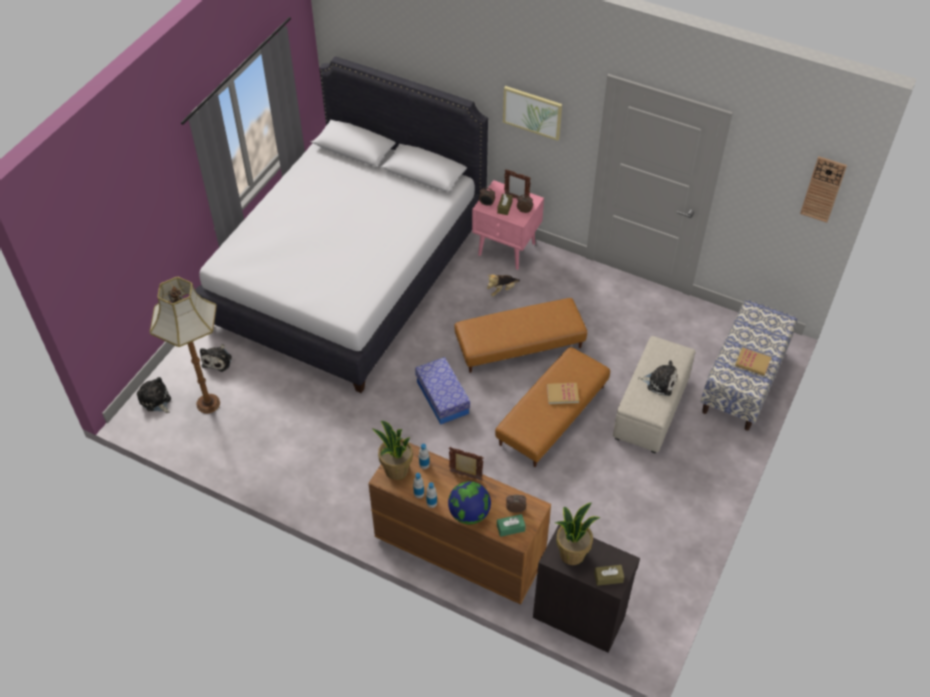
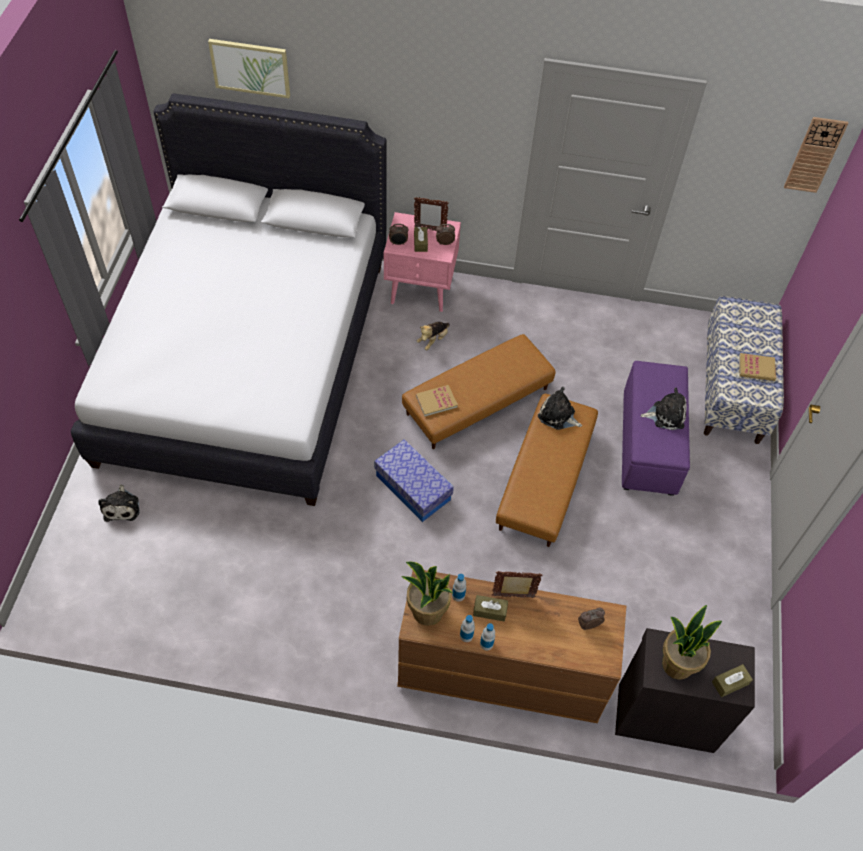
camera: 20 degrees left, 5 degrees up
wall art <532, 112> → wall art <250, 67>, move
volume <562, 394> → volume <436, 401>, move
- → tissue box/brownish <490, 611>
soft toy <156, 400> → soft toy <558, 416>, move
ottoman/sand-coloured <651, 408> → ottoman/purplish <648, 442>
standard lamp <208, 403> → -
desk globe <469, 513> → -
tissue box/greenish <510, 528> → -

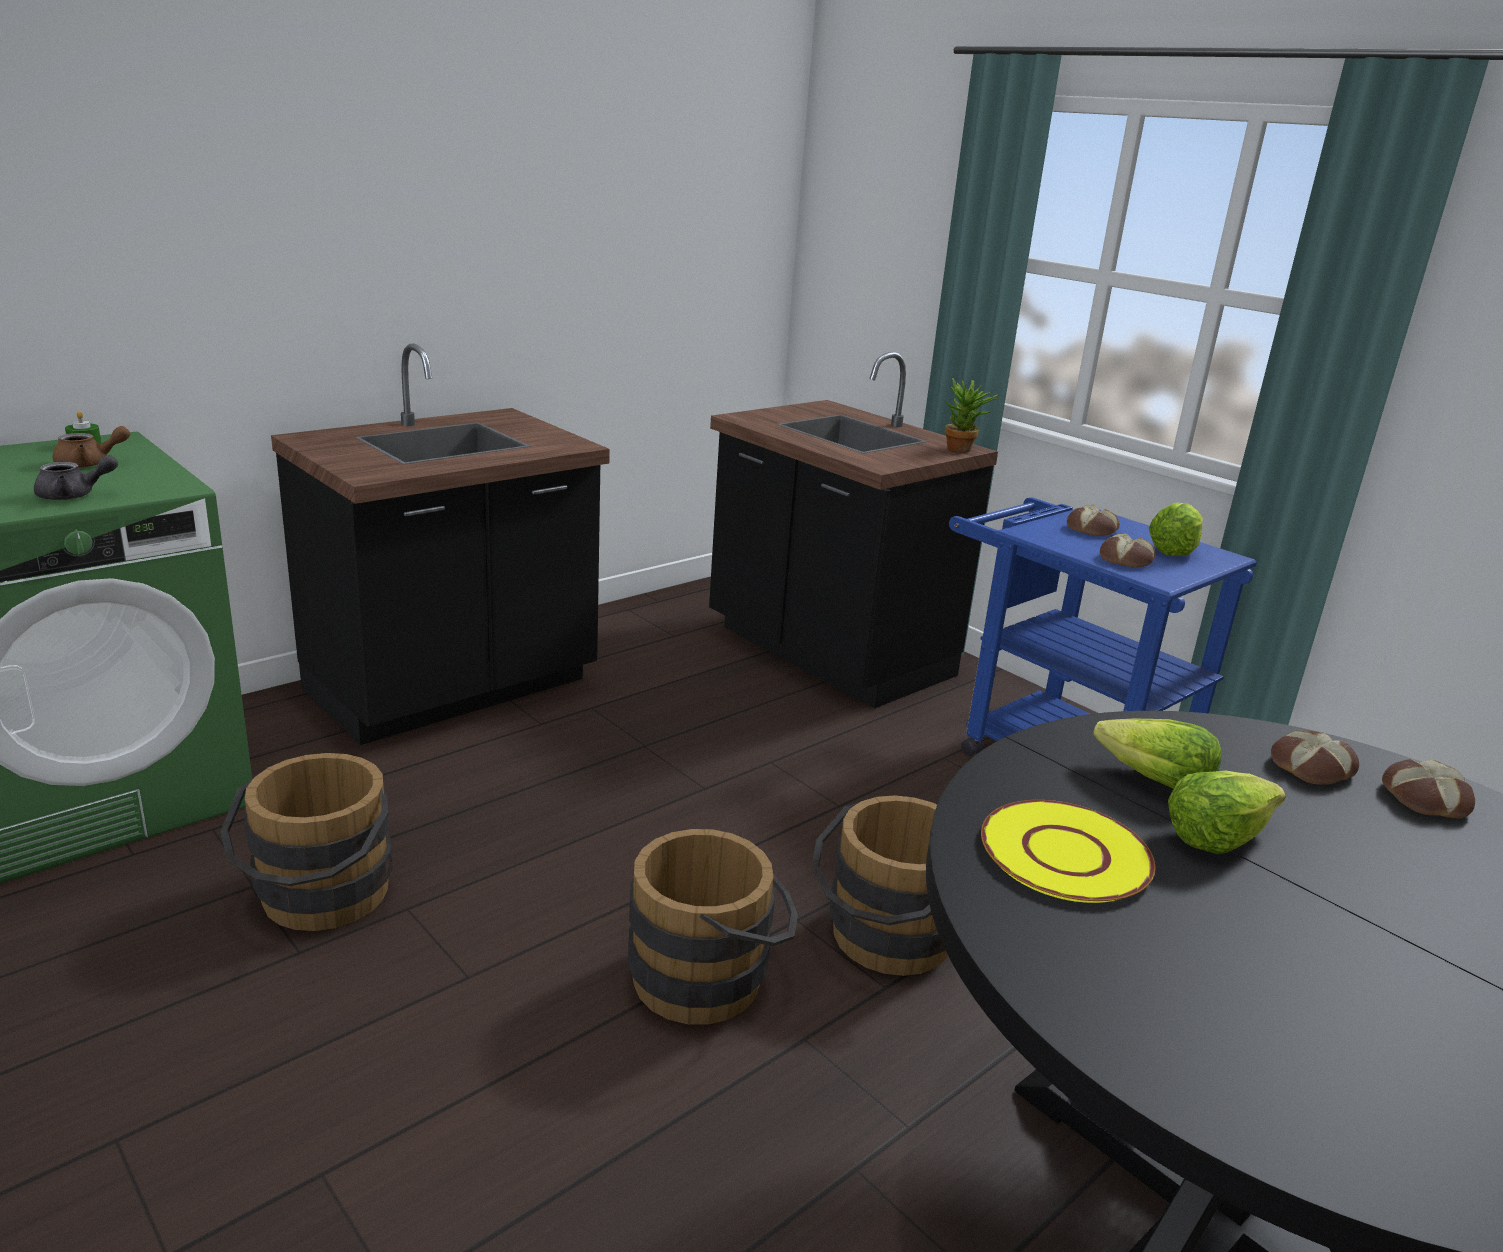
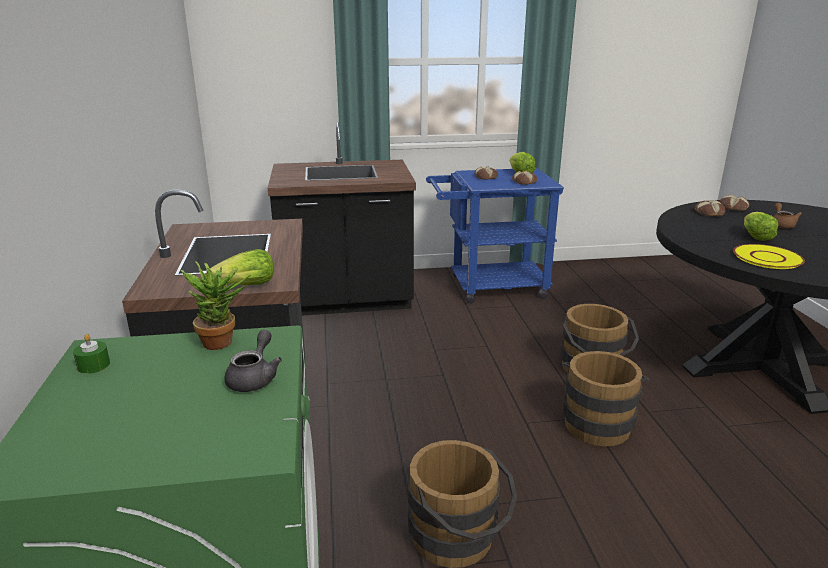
camera: 55 degrees left, 0 degrees up
plant in a pot <963, 450> → plant in a pot <224, 342>, move
lettuce <1153, 780> → lettuce <246, 286>, move
pot for tea/brownish <90, 464> → pot for tea/brownish <781, 224>, move

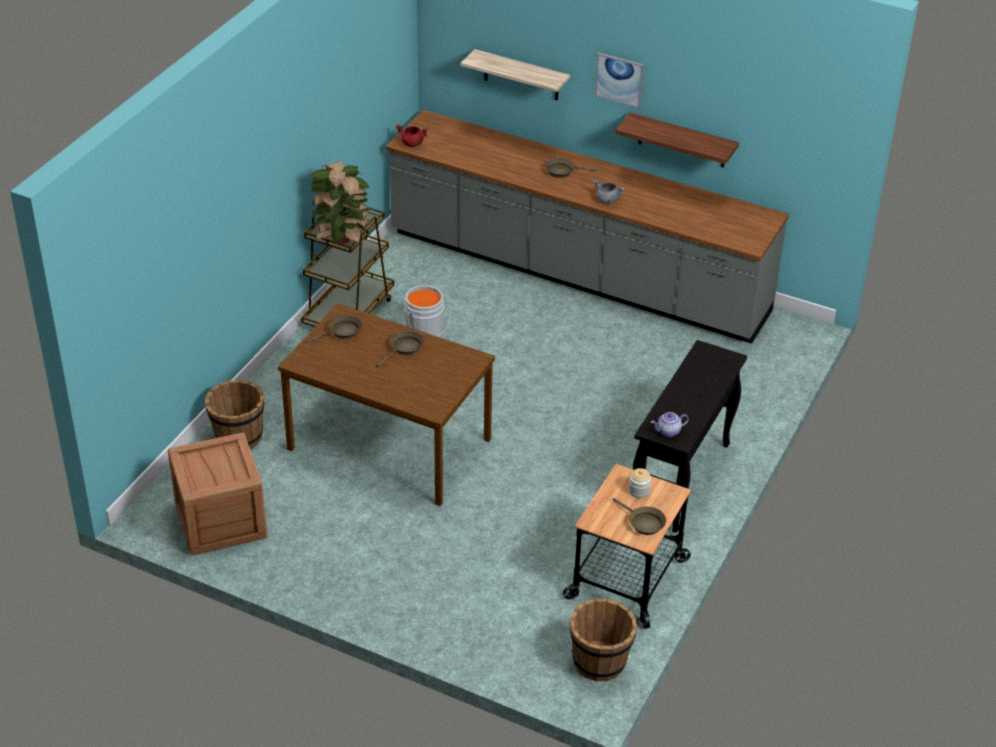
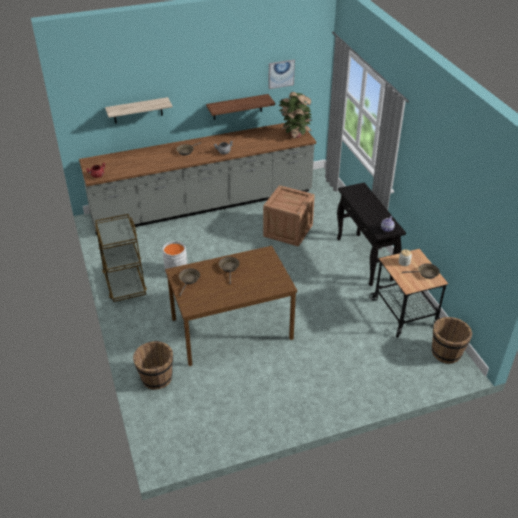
camera: 45 degrees left, 0 degrees up
shipping crate <221, 521> → shipping crate <288, 230>, move
wall art <619, 79> → wall art <281, 74>, move
plant in a pot <342, 237> → plant in a pot <294, 135>, move

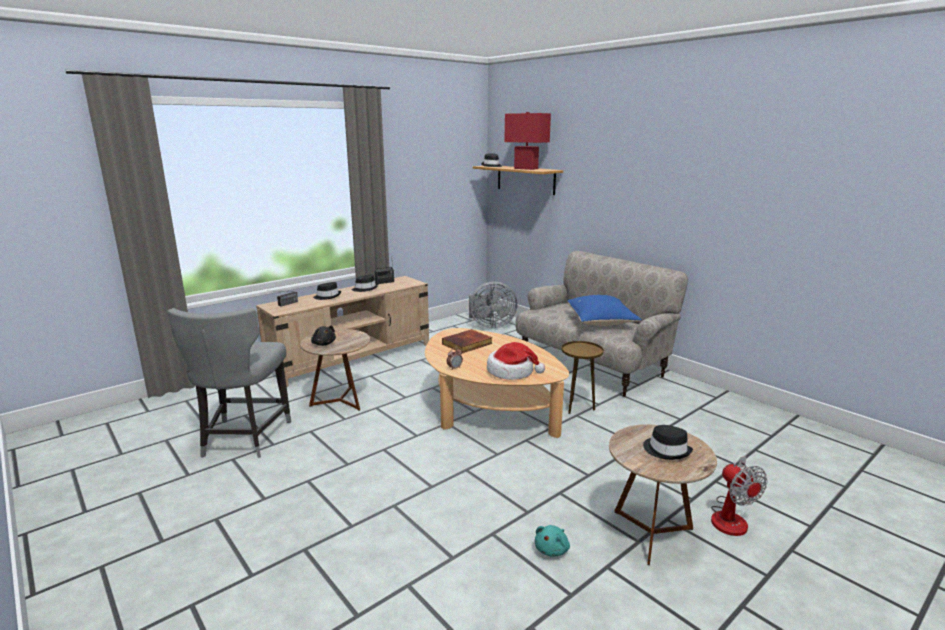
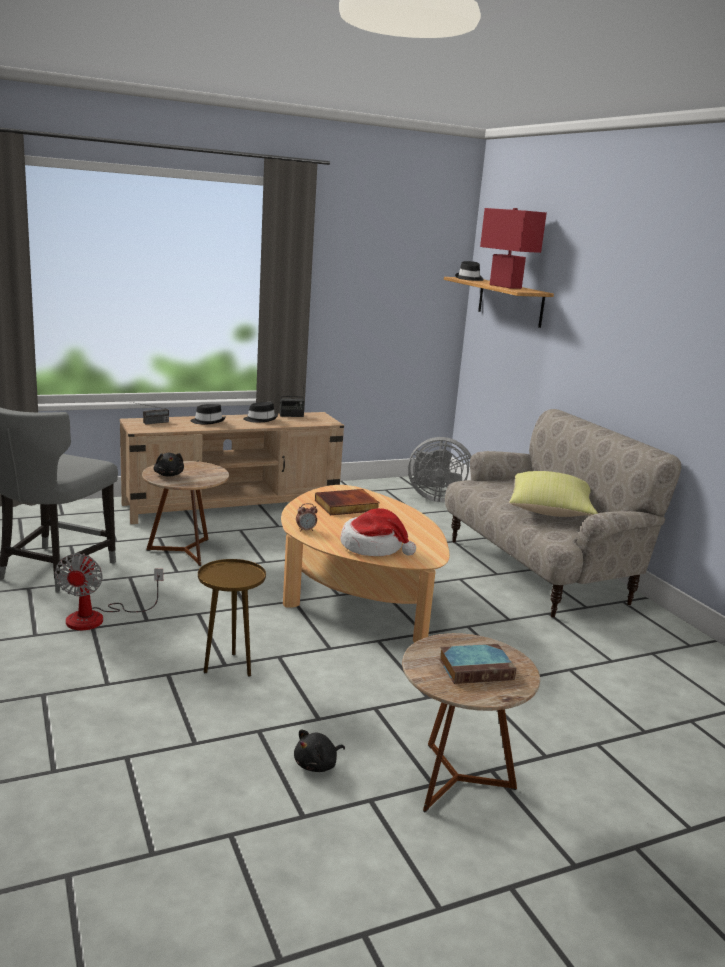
camera: 15 degrees right, 0 degrees up
cooling fan <731, 516> → cooling fan <98, 618>, move
side table/brownish <578, 408> → side table/brownish <229, 667>, move
soft toy/turquoise <552, 549> → soft toy/black <317, 765>
wearable hat/black <667, 450> → volume <477, 669>
cushion/blue <601, 323> → cushion/yellowish <551, 512>

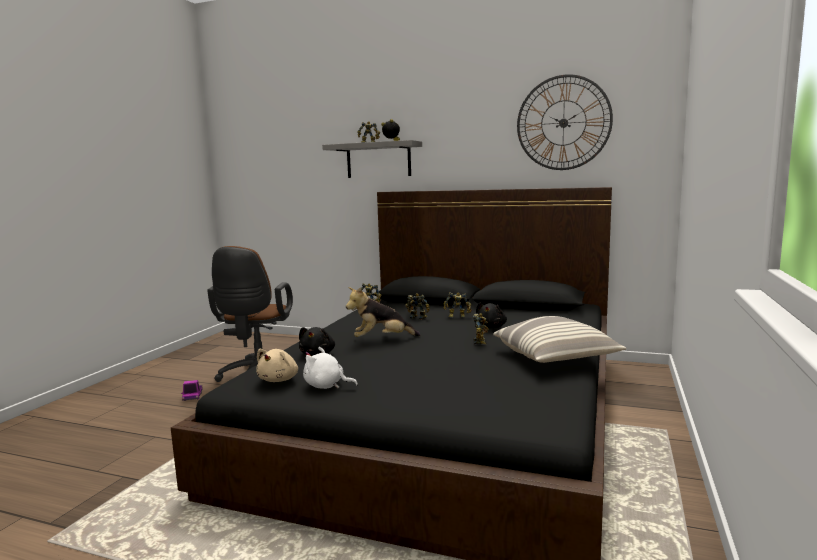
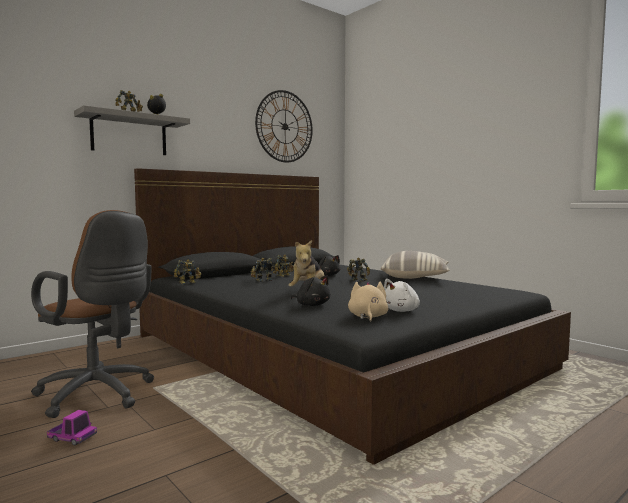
camera: 60 degrees left, 5 degrees down
soft toy/sand-coloured <279, 379> → soft toy/sand-coloured <367, 317>, 135 degrees counterclockwise

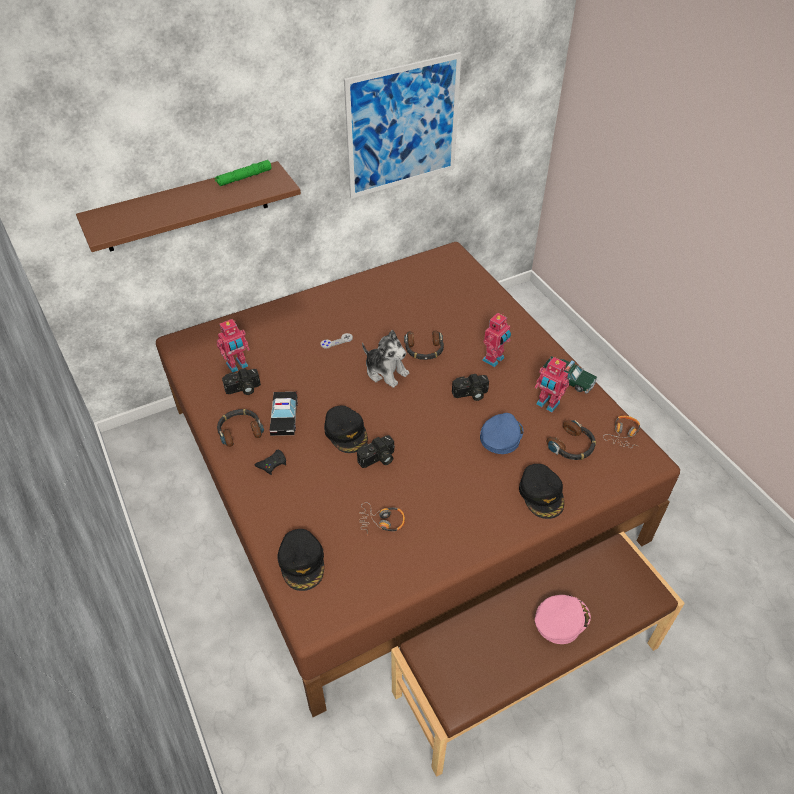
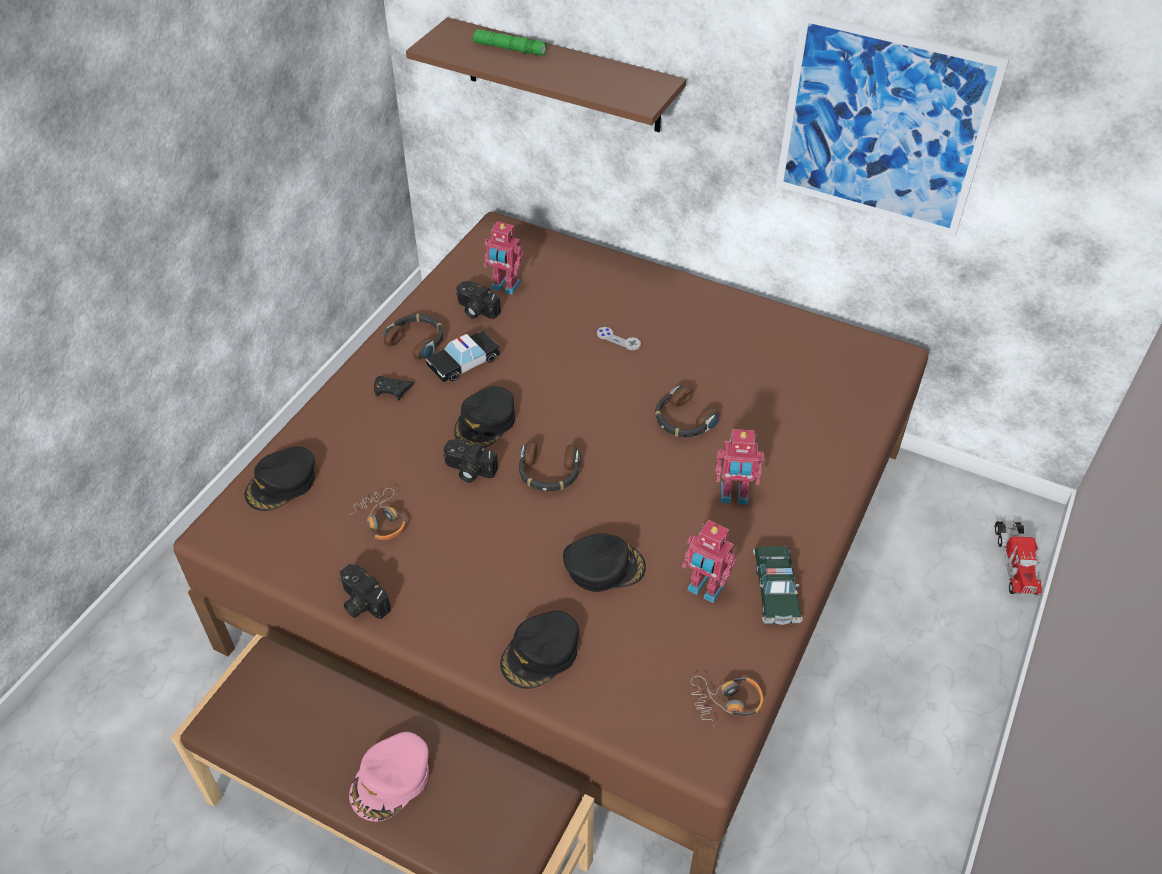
camera: 55 degrees right, 0 degrees up
still camera <470, 394> → still camera <361, 602>, move
cap/pink-coloured <561, 619> → cap/pink-coloured <391, 780>, 105 degrees clockwise
flashlight/greenish <244, 178> → flashlight/greenish <509, 49>, move
headset <572, 446> → headset <548, 473>, move
cap/blue <501, 436> → cap/black <604, 566>
toy robot <547, 404> → toy robot <704, 589>, 60 degrees counterclockwise
- → toy truck <1014, 562>
soft toy <386, 372> → -

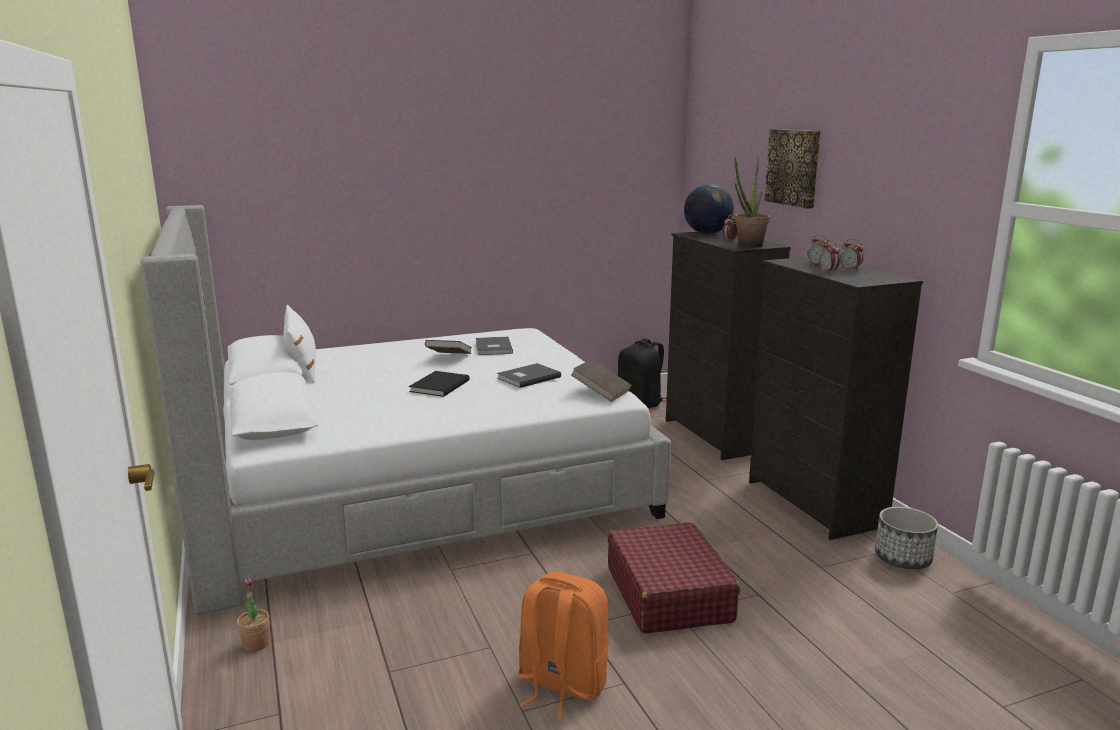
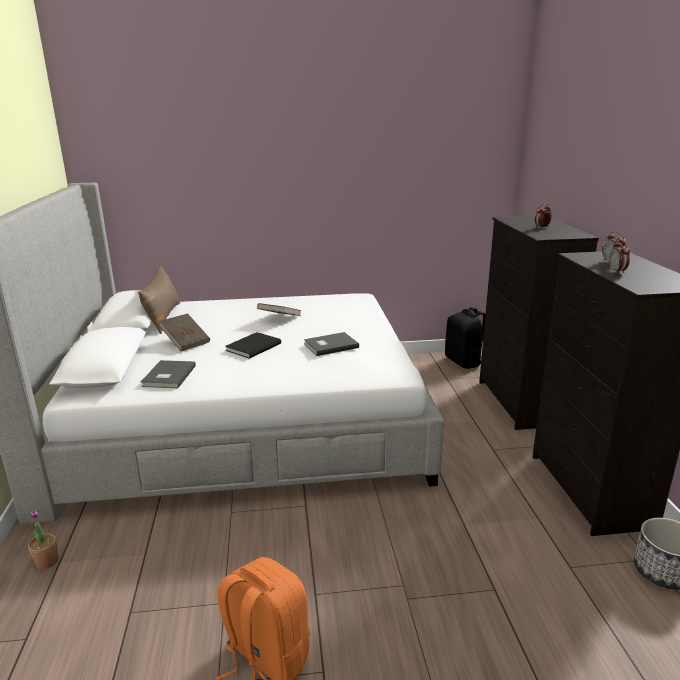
camera: 15 degrees right, 5 degrees up
cushion/white <302, 366> → cushion/brownish <163, 317>
volume/greyish <492, 348> → volume/greyish <167, 376>, move
volume/brownish <601, 392> → volume/brownish <186, 342>, move
travel case/red-coloured <668, 594> → -
desk globe <707, 233> → -
plant in a pot <747, 246> → -
wall art <793, 167> → -
table clock <850, 269> → -

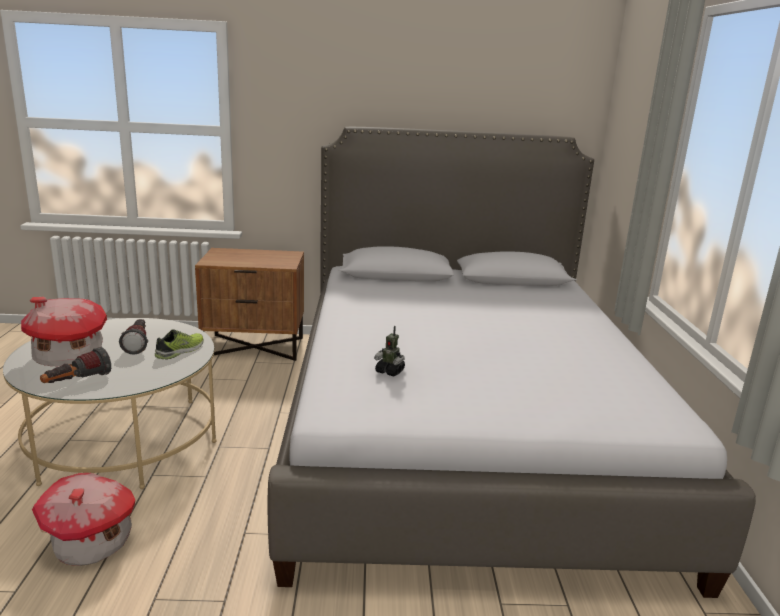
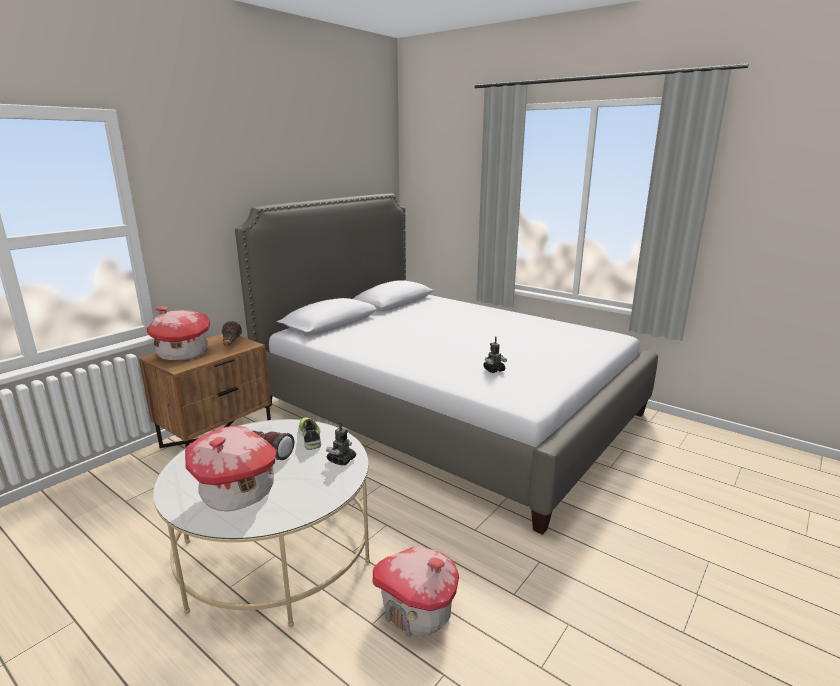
camera: 50 degrees left, 0 degrees up
- → miniature house <182, 354>
flashlight <77, 382> → flashlight <230, 345>, move
- → toy robot <341, 460>

